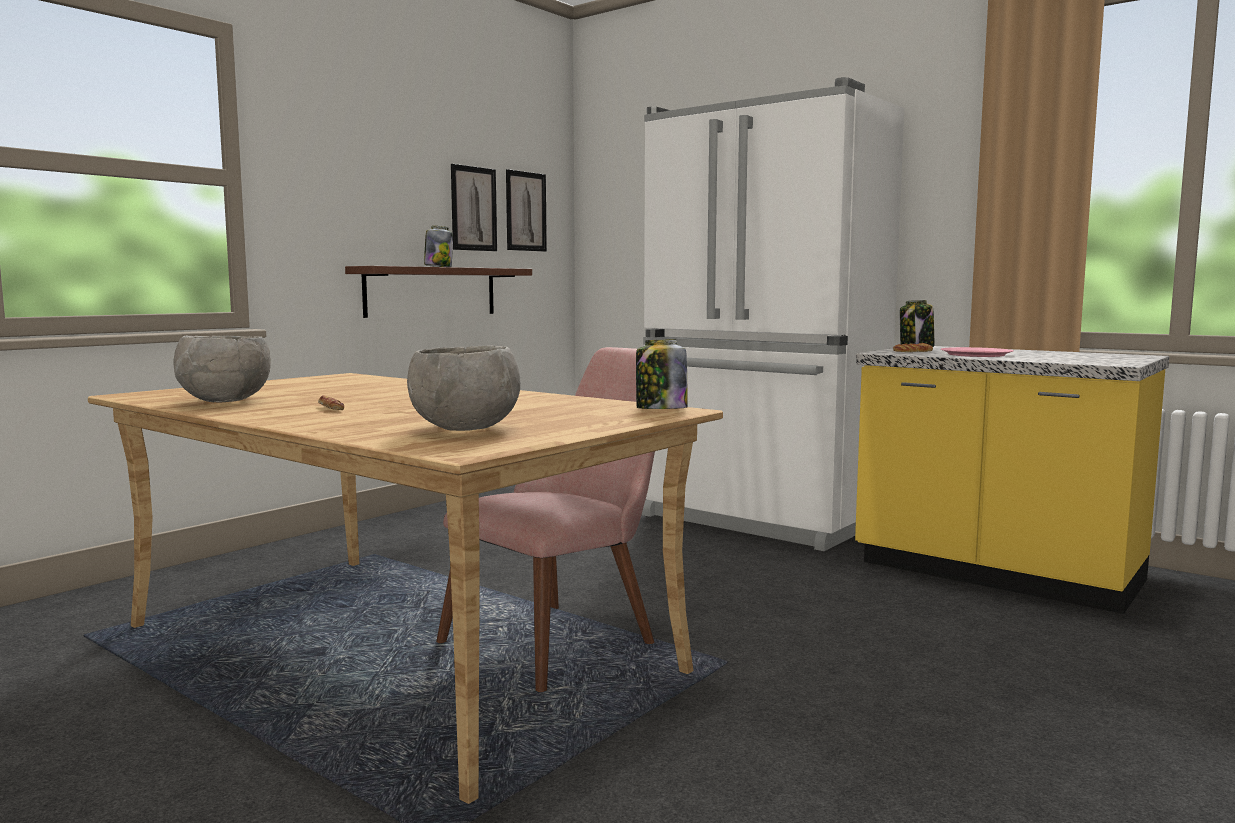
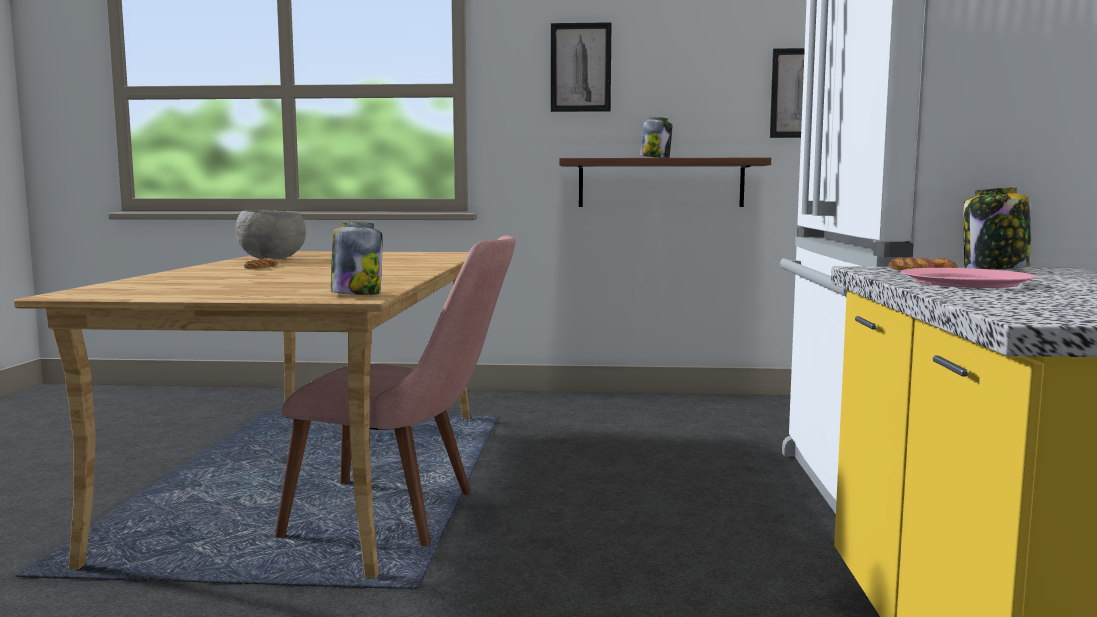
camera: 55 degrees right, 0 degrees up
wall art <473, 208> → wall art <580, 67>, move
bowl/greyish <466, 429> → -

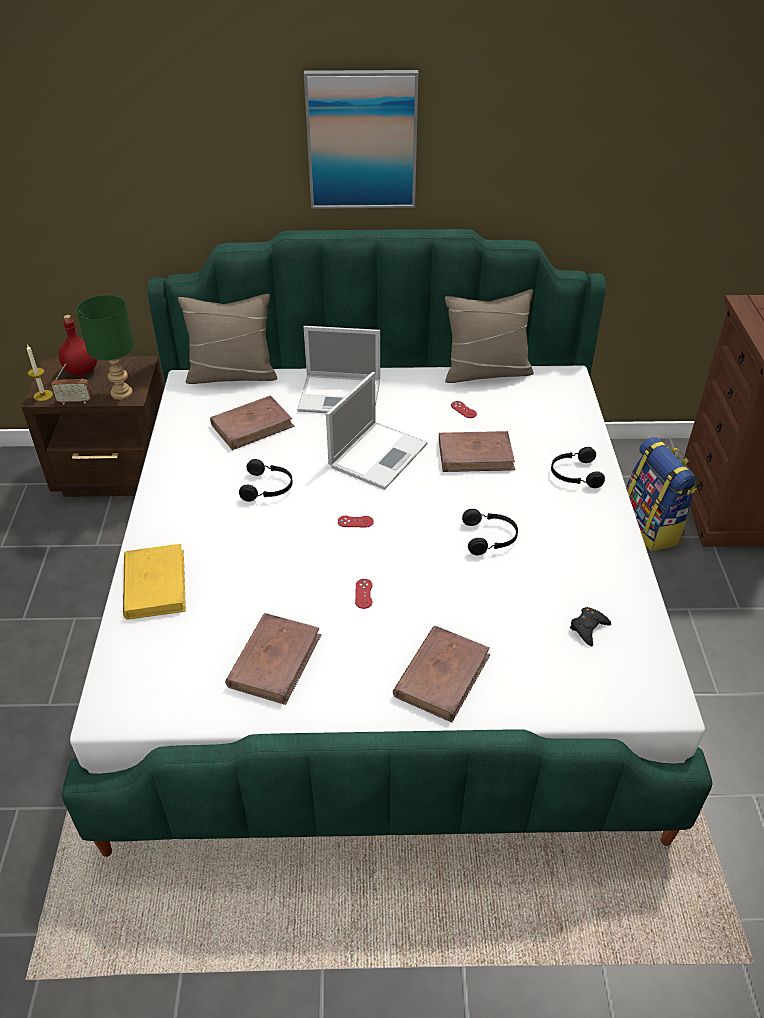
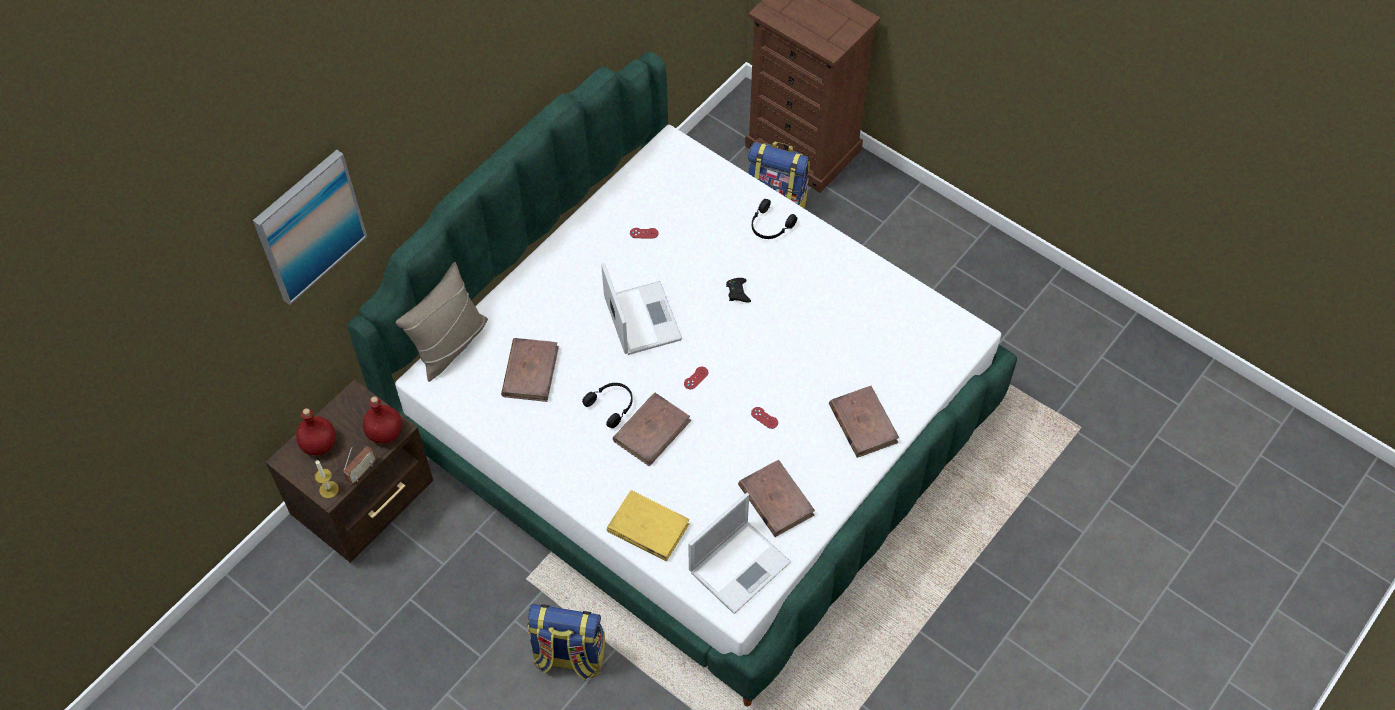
camera: 50 degrees left, 15 degrees up
wall art <362, 140> → wall art <309, 226>, move
table lamp/greenish <122, 393> → drink bottle/red-coloured <385, 432>
- → knapsack <569, 656>
volume/brownish <476, 455> → volume/brownish <652, 431>, move
notebook computer <341, 396> → notebook computer <740, 565>, move
gamepad/black <588, 628> → gamepad/black <738, 292>, move
cushion/sand-coloured <486, 372> → -
headset/black <490, 537> → -

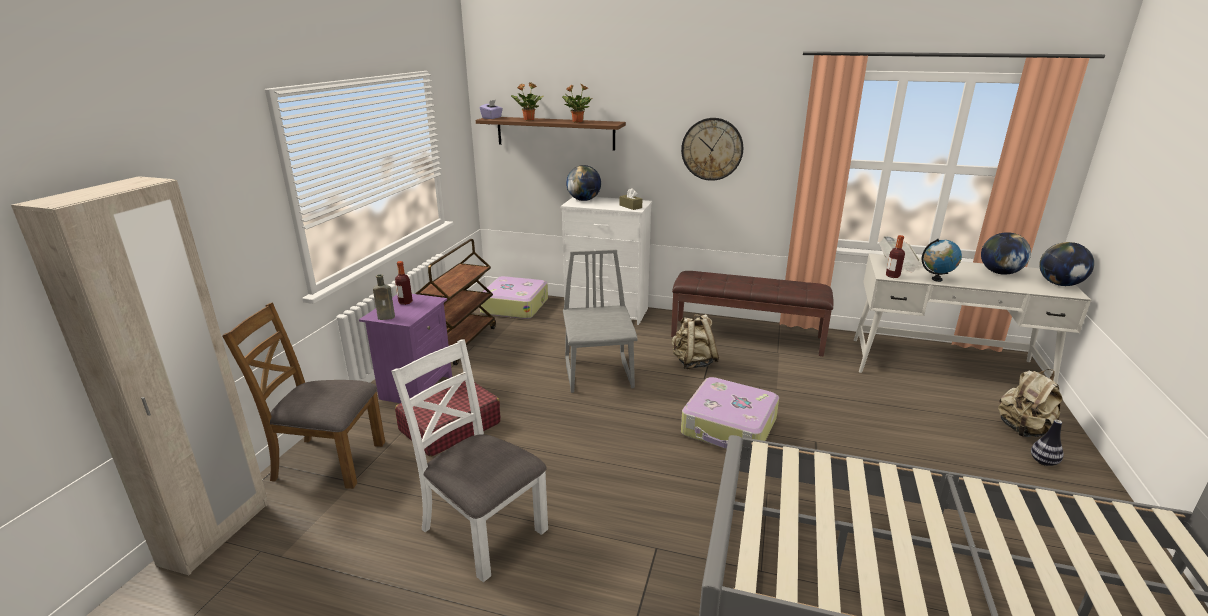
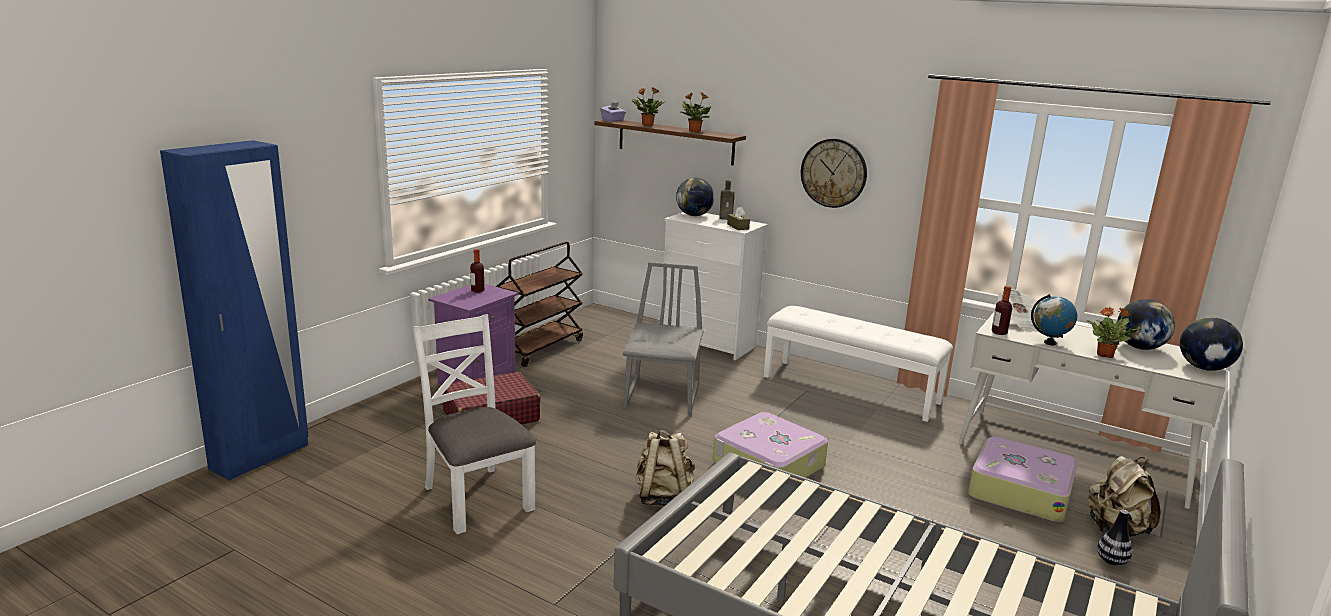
camera: 15 degrees right, 5 degrees down
armoire/sand-coloured <216, 533> → armoire/blue <260, 457>
knapsack/sand-coloured <693, 363> → knapsack/sand-coloured <663, 498>, move
drink bottle/brownish <387, 317> → drink bottle/brownish <727, 218>, move
long seat/brownish <747, 336> → long seat/white <851, 389>
travel case <514, 306> → travel case <1019, 491>, move
- → plant in a pot <1105, 355>
upright chair/brownish <328, 461> → -

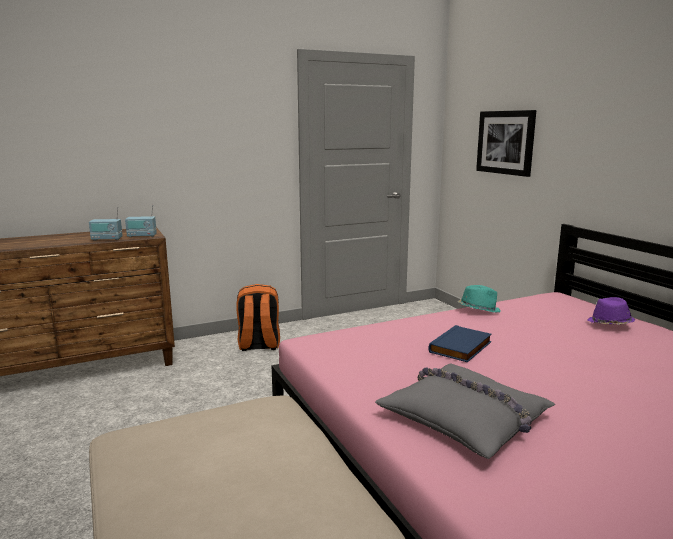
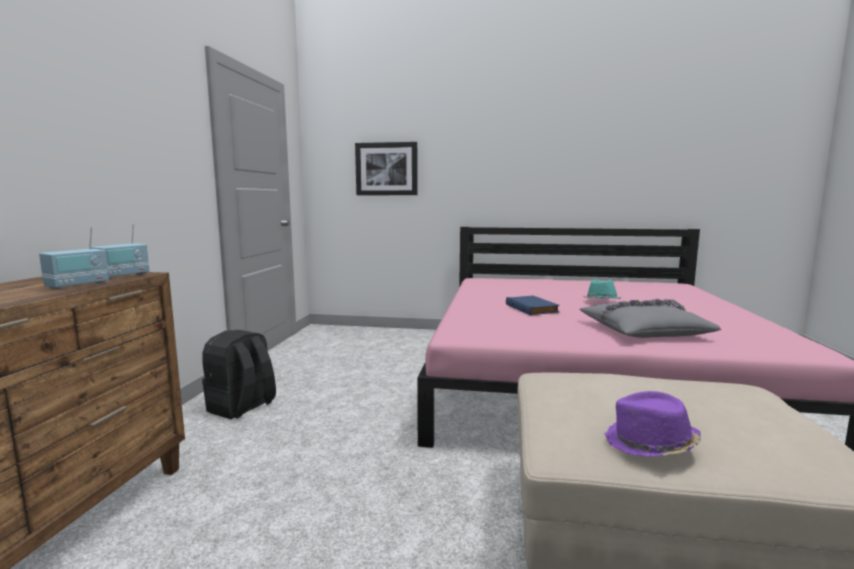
camera: 55 degrees left, 5 degrees down
knapsack/orange <258, 345> → knapsack/black <241, 407>
wearable hat/turquoise <478, 310> → wearable hat/turquoise <601, 301>, move
wearable hat/purplish <609, 324> → wearable hat/purplish <650, 444>, move

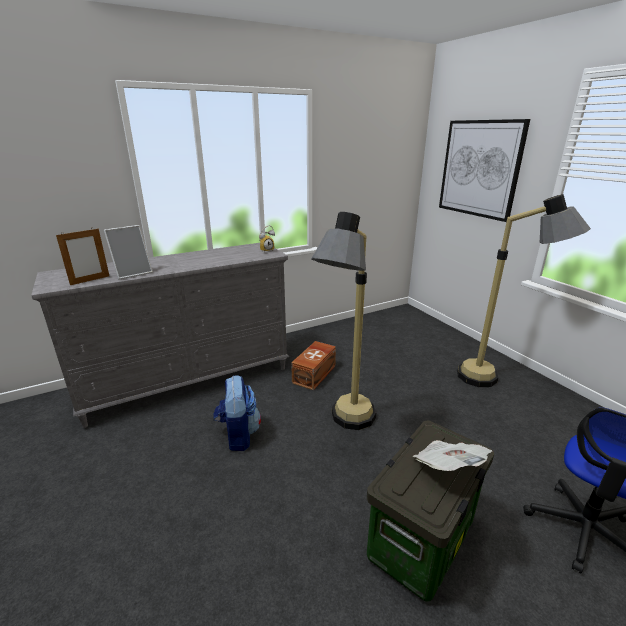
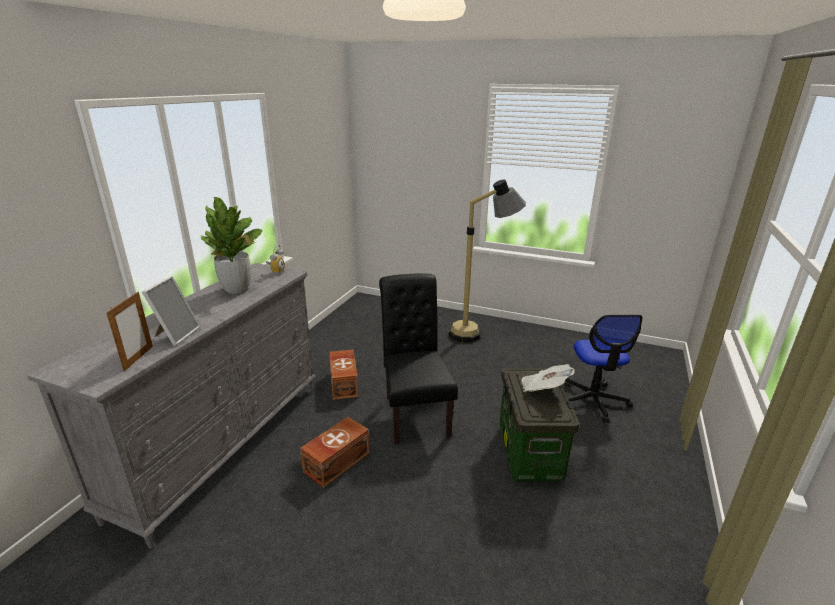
camera: 40 degrees left, 0 degrees up
- → plant in a pot <237, 289>
knapsack <238, 435> → storage container/brownish <336, 462>
standard lamp <345, 427> → upright chair/black <414, 412>
wall art <479, 169> → -

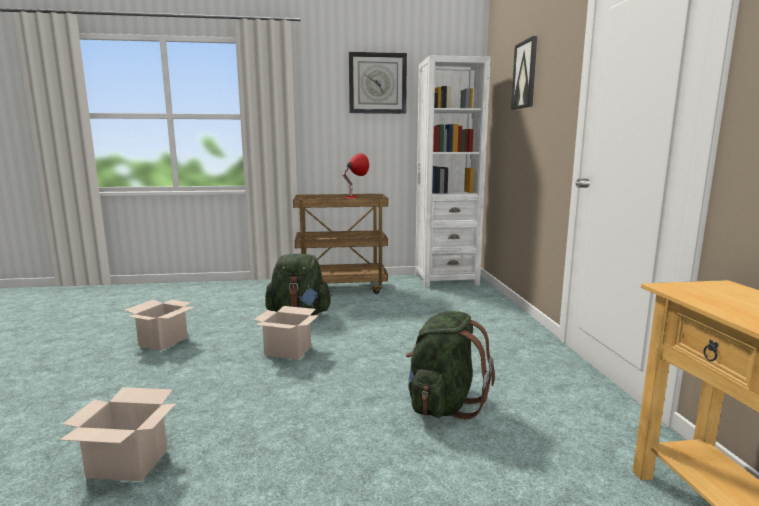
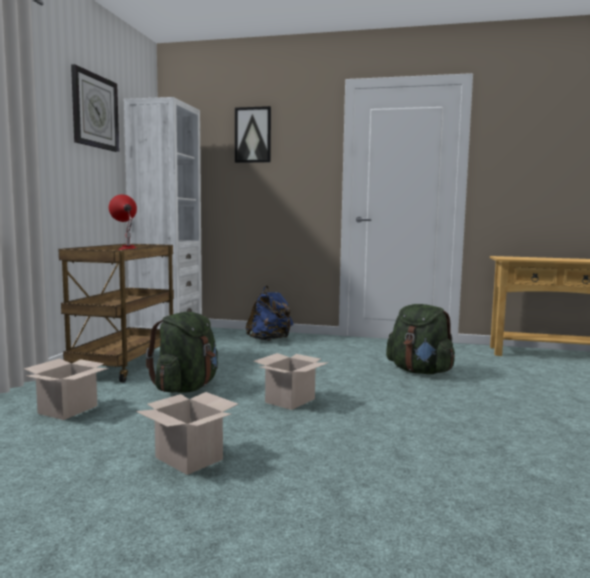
camera: 70 degrees left, 5 degrees down
cardboard box <125, 464> → cardboard box <67, 410>, move
- → knapsack/blue <269, 340>

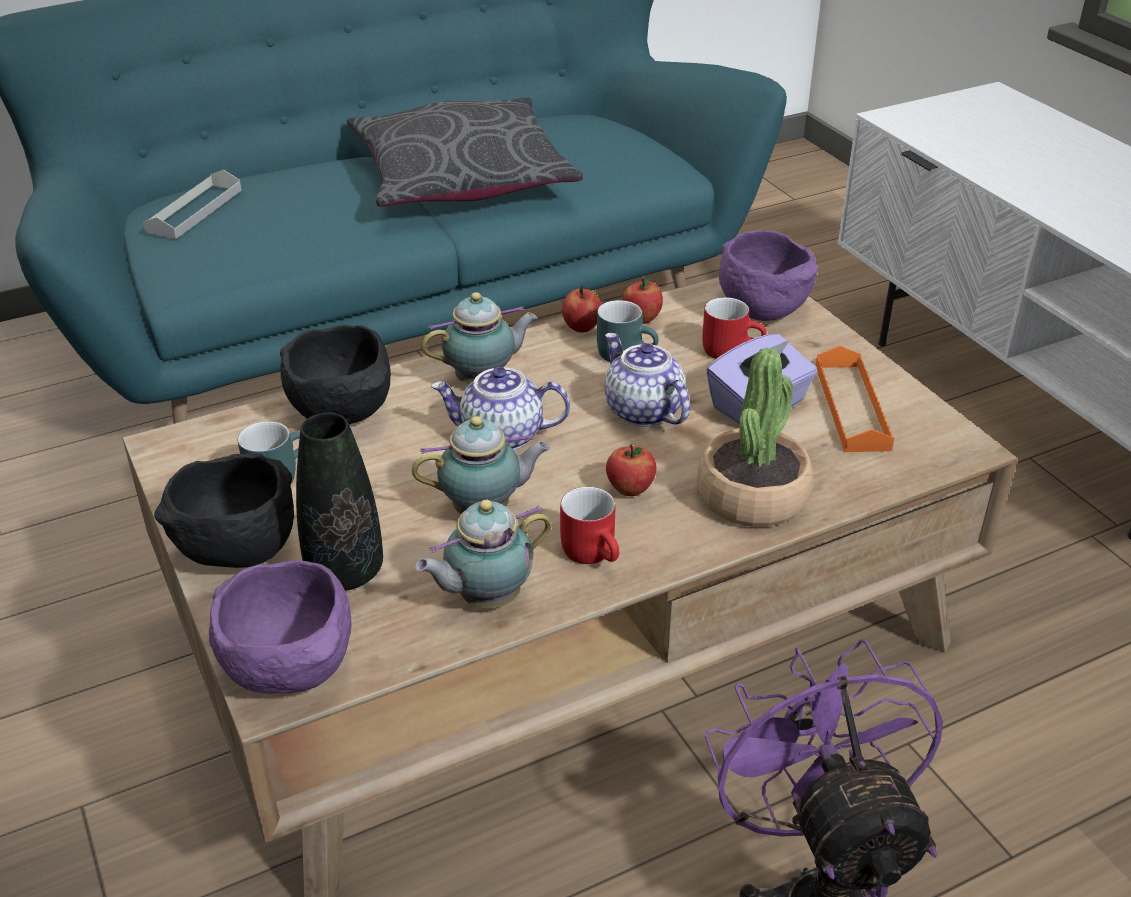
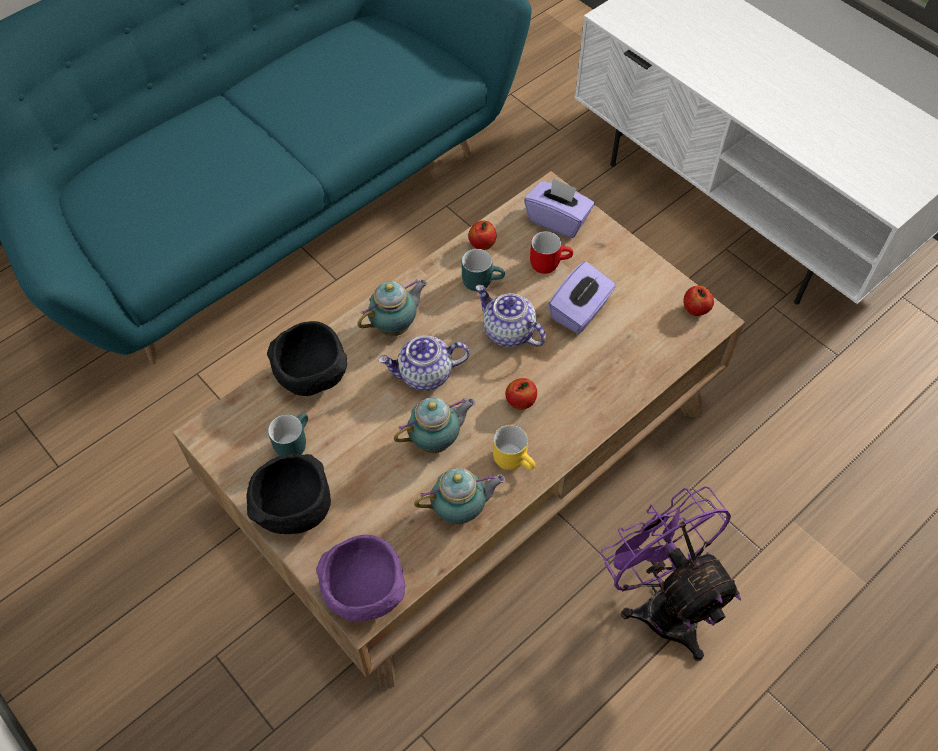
camera: 15 degrees left, 20 degrees up
pot for tea <485, 598> → pot for tea <461, 510>, 150 degrees counterclockwise
coffee mug/red-coloured <595, 552> → coffee mug/yellowish <515, 459>
bowl/purplish <759, 310> → tissue box/purplish <558, 220>
apple fruit <582, 327> → apple fruit <695, 310>, move
serving tray/greyish <194, 211> → -
vase/black <345, 572> → -
cushion/greyish <461, 177> → -
plant in a pot <753, 496> → -
serving tray/orange <851, 407> → -

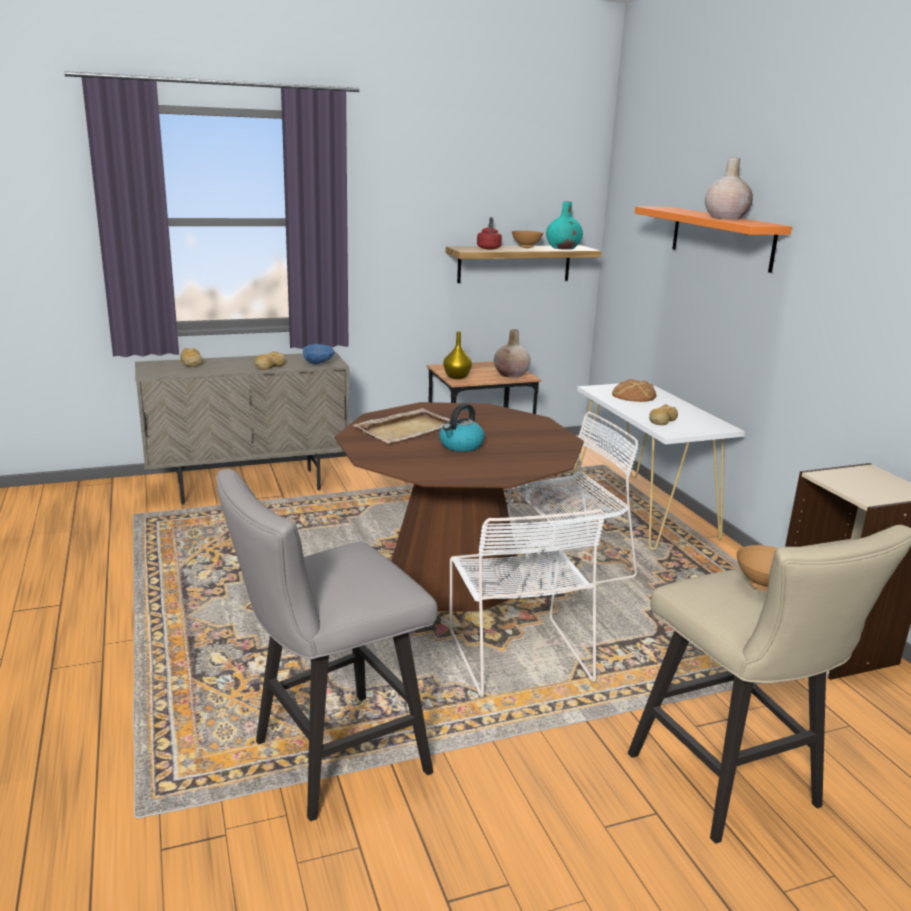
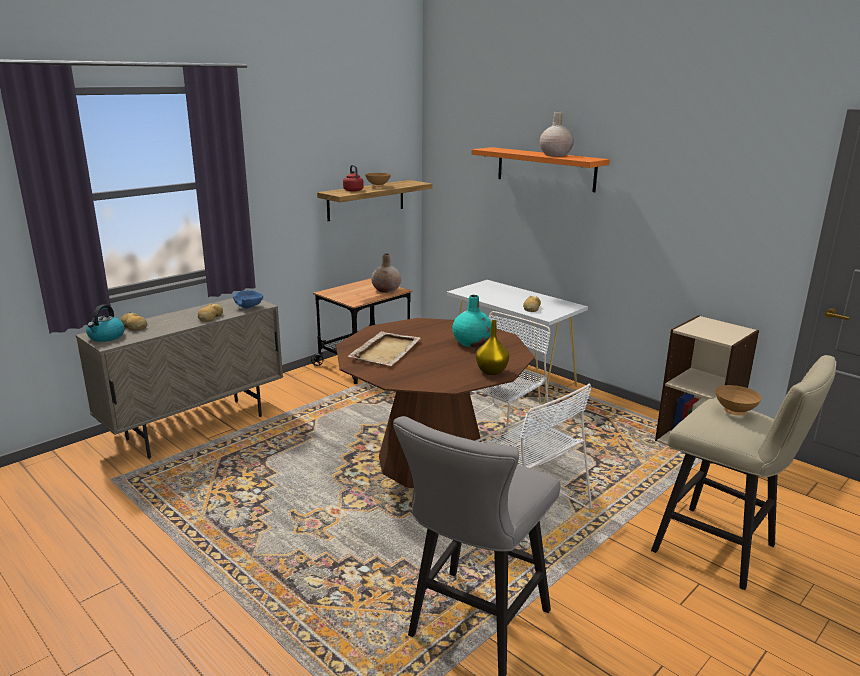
camera: 25 degrees left, 0 degrees up
tea kettle <461, 445> → tea kettle <106, 337>, move
vase/turquoise <563, 248> → vase/turquoise <472, 342>, move
vase/yellowish <456, 377> → vase/yellowish <491, 372>, move
bread <634, 395> → -

